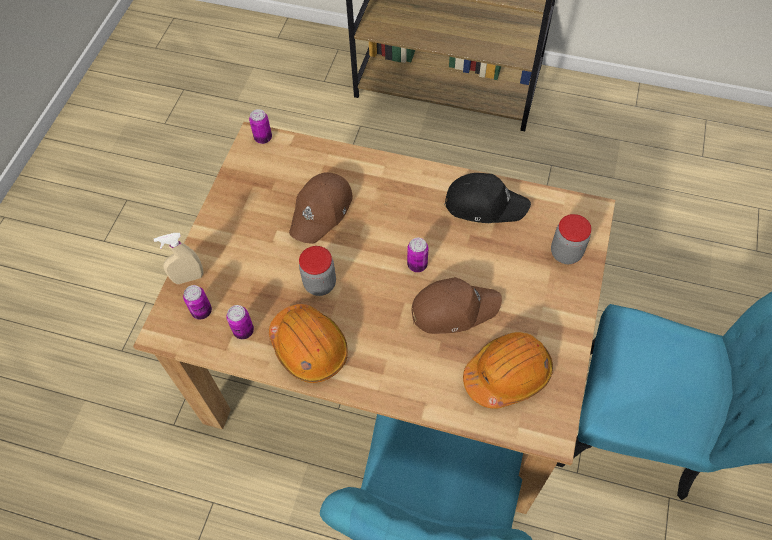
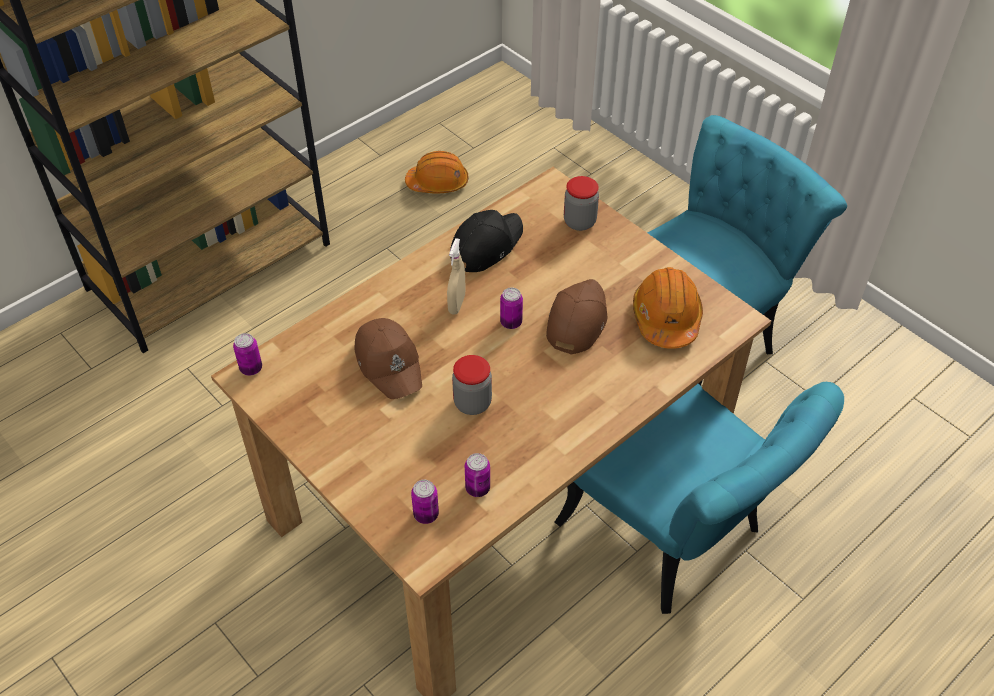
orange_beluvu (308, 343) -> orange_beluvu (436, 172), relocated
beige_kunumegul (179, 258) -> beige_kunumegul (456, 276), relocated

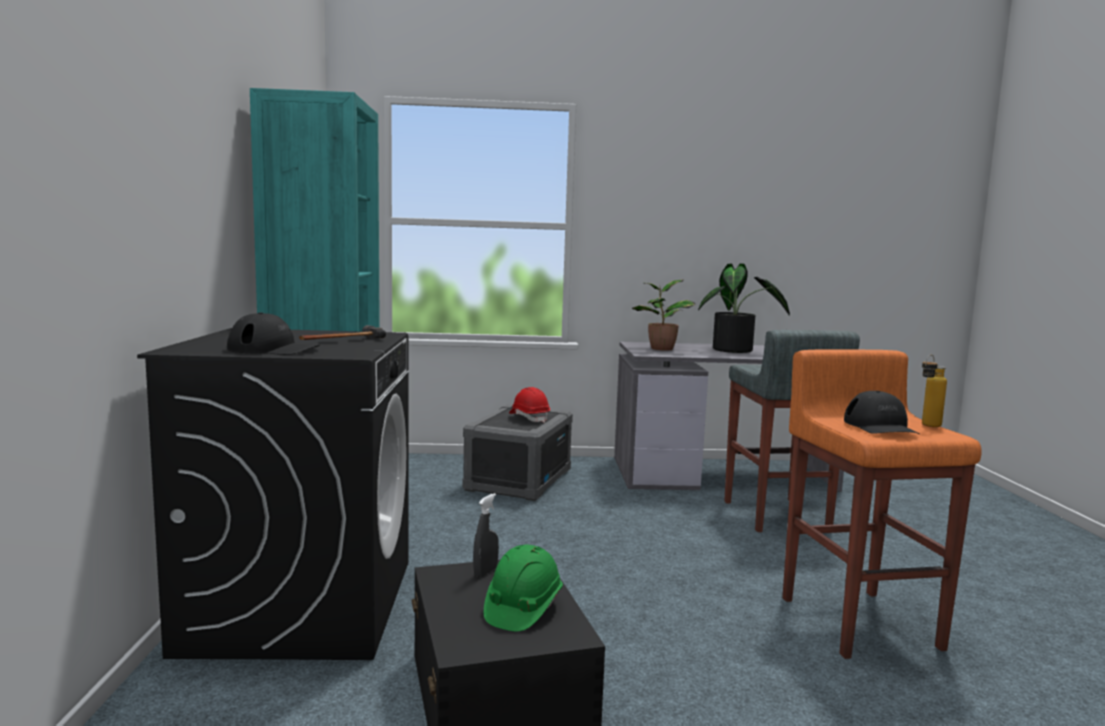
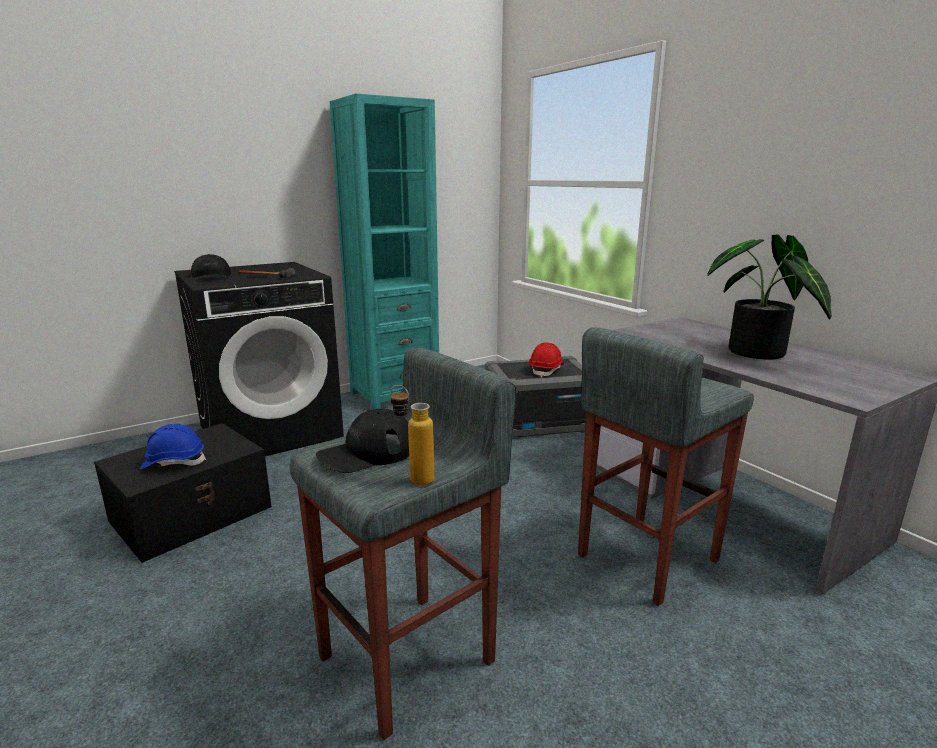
green_beluvu (523, 587) -> blue_beluvu (172, 447)
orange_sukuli (882, 504) -> grey_sukuli (403, 544)
grey_kunumegul (486, 535) -> none
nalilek (663, 315) -> none

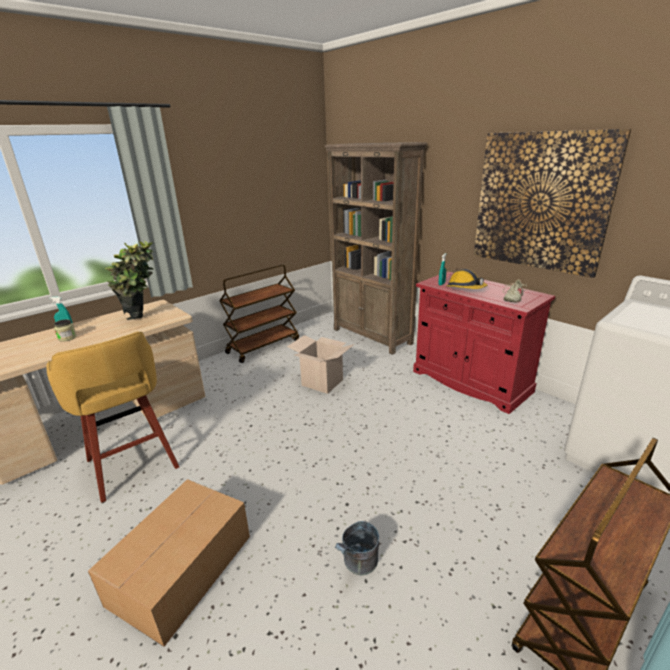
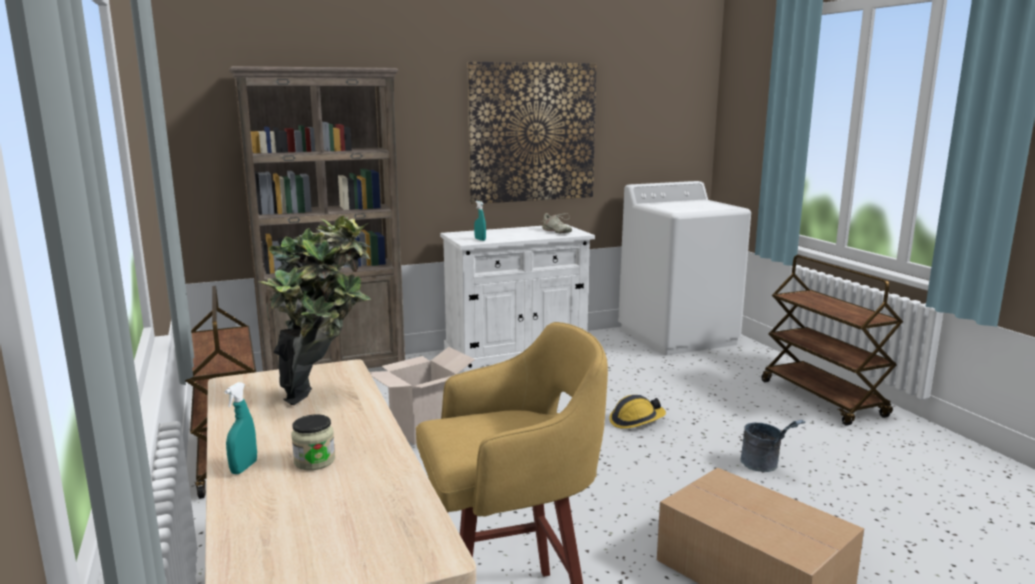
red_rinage (484, 343) -> white_rinage (517, 298)
beluvu (466, 279) -> beluvu (637, 412), relocated

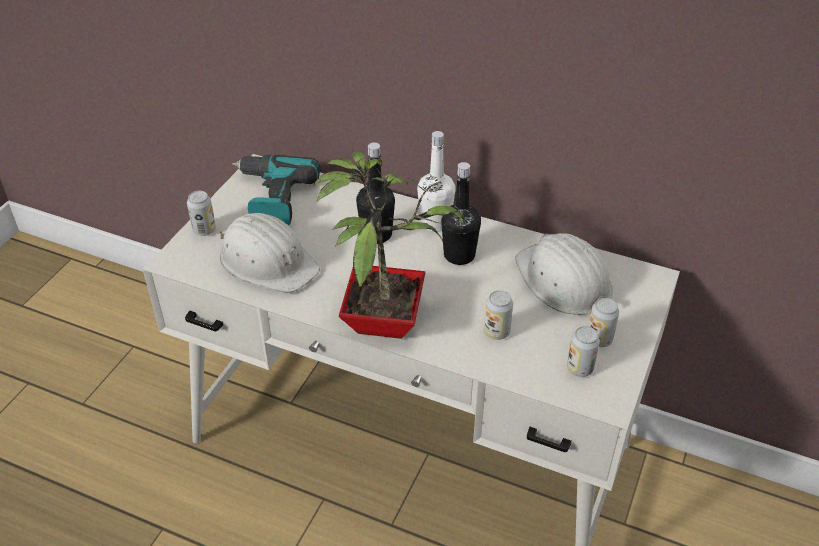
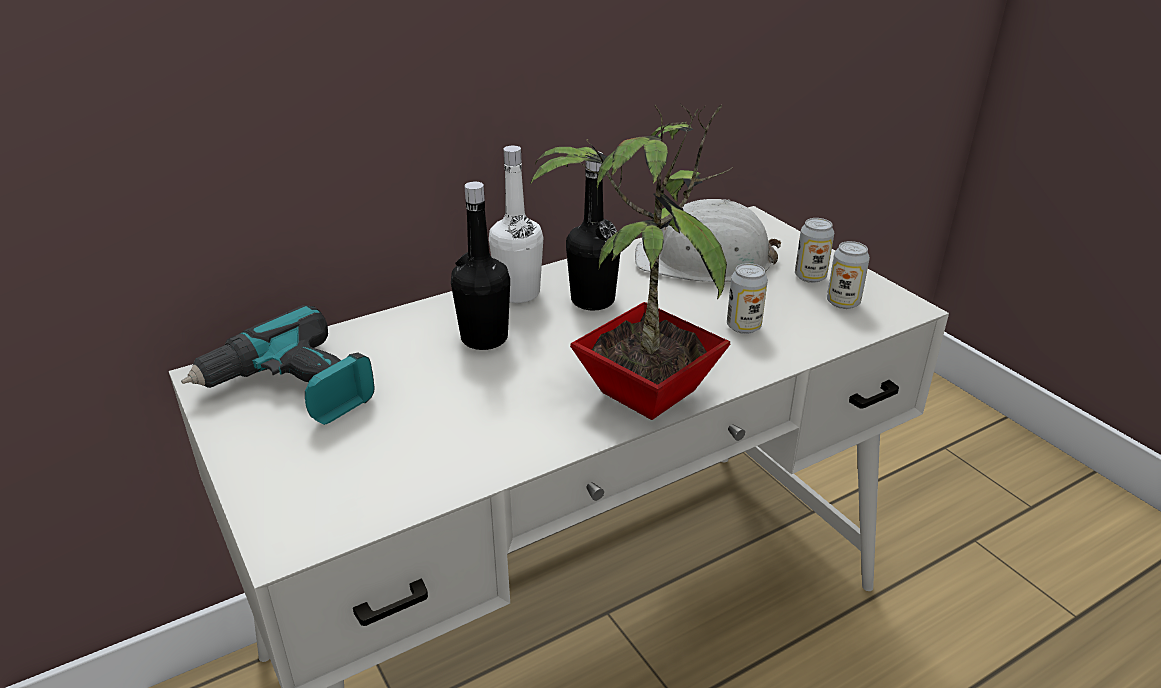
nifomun (201, 213) -> none
white_beluvu (270, 253) -> none

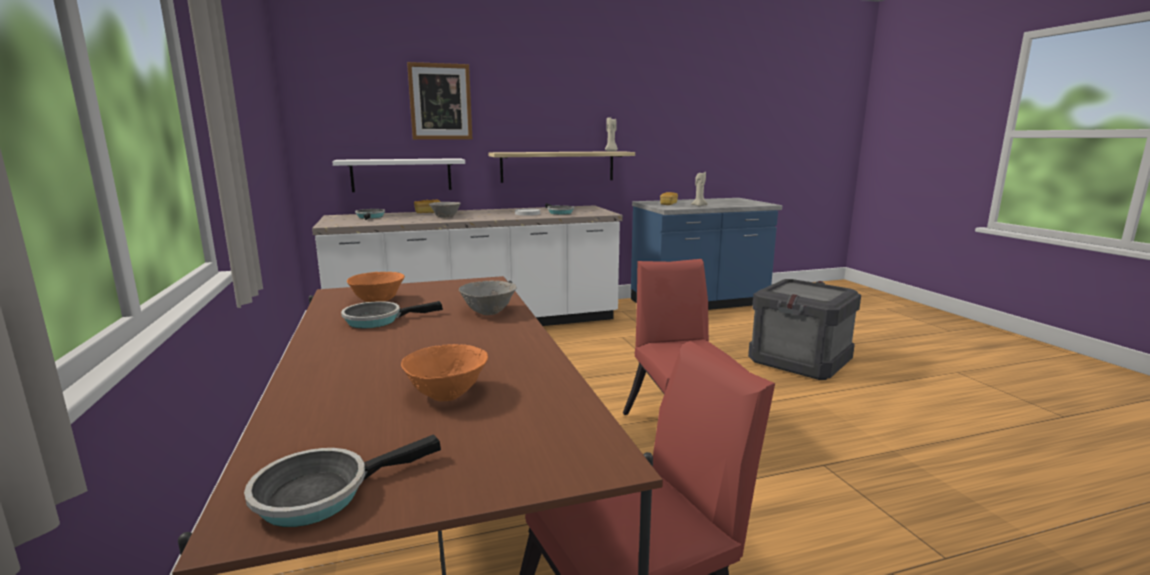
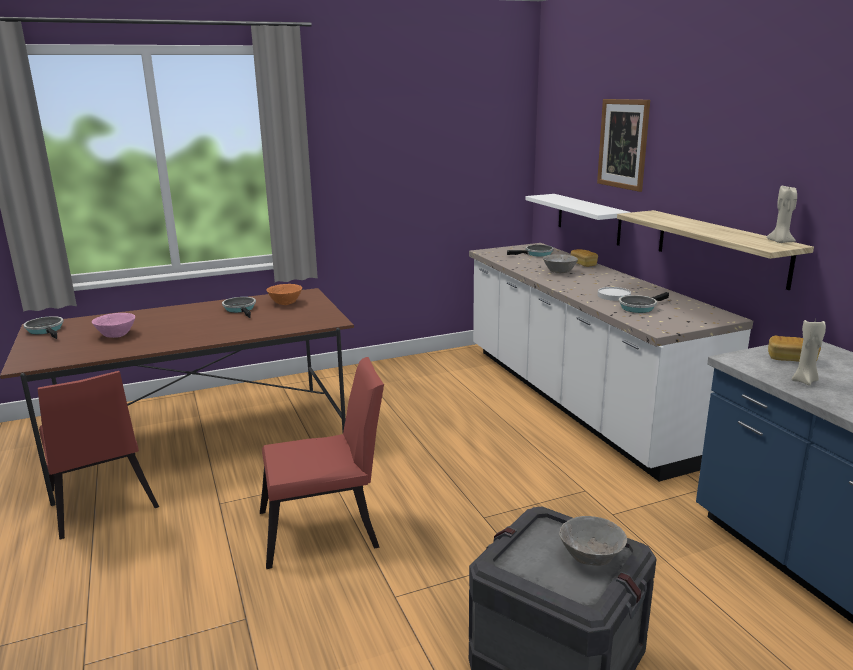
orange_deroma (444, 372) -> pink_deroma (113, 325)
grey_deroma (488, 298) -> grey_deroma (593, 541), relocated

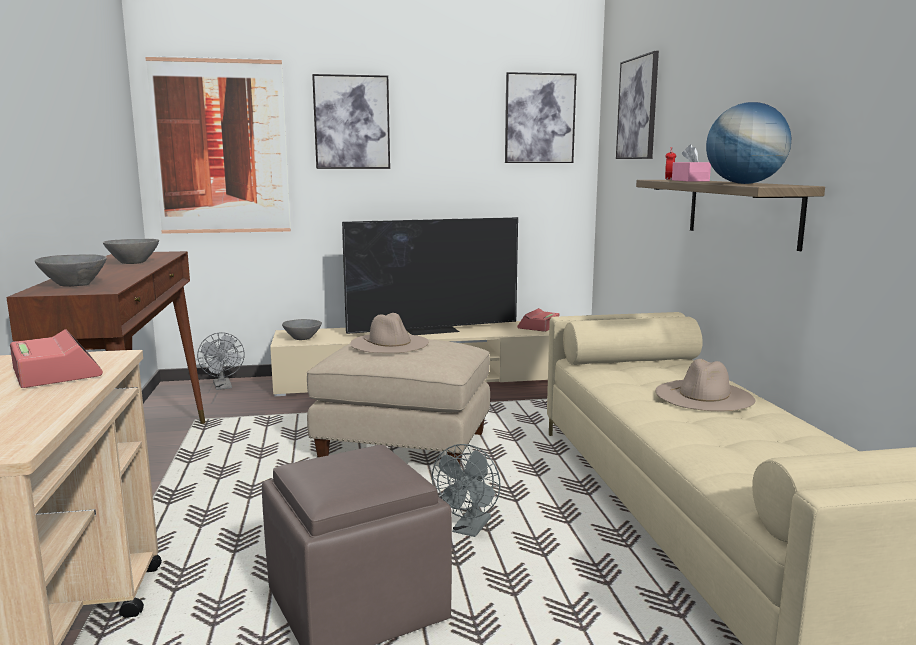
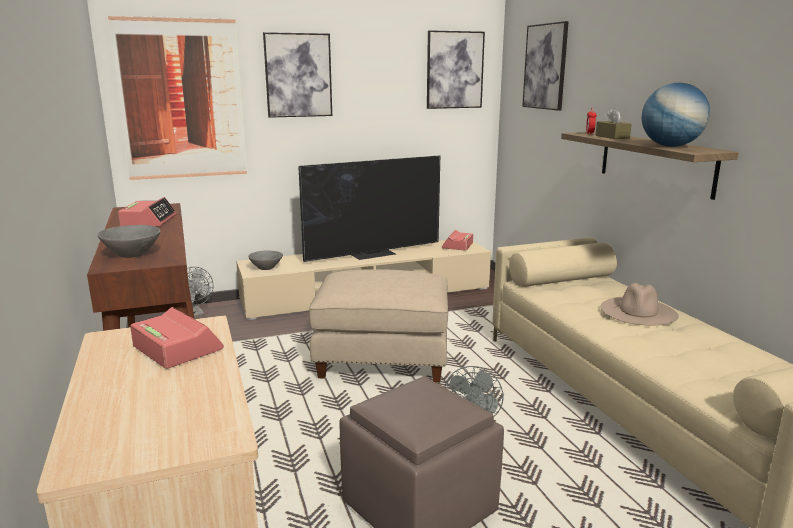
grey_deroma (131, 251) -> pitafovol (147, 212)
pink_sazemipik (691, 162) -> brown_sazemipik (614, 123)
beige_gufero (389, 333) -> none

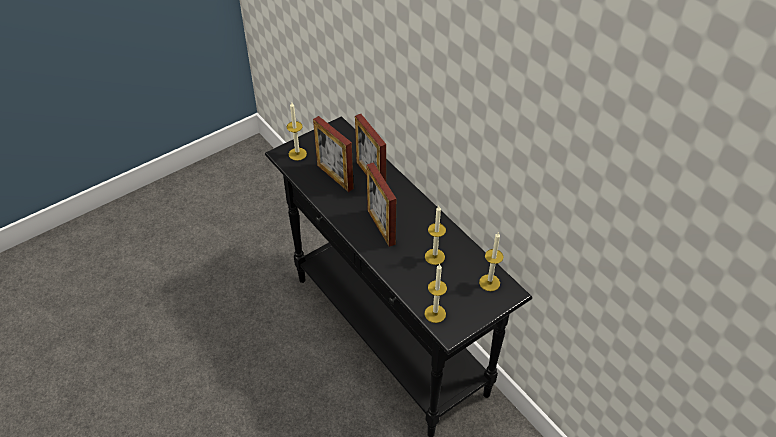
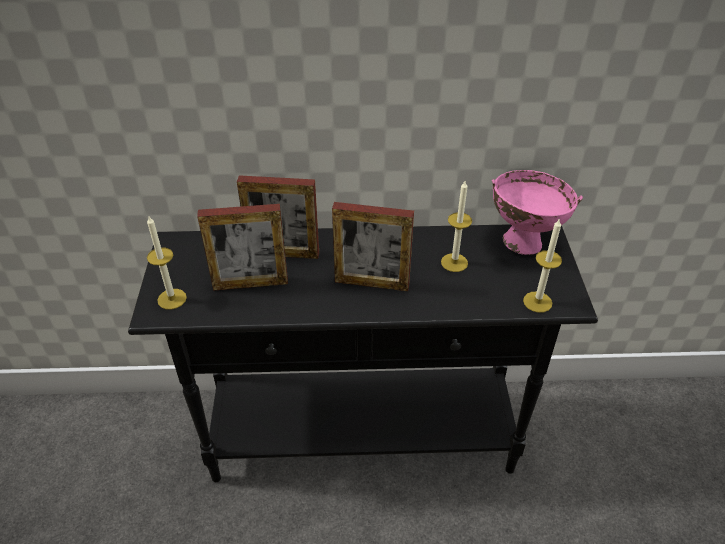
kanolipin (491, 262) -> pink_deroma (537, 212)

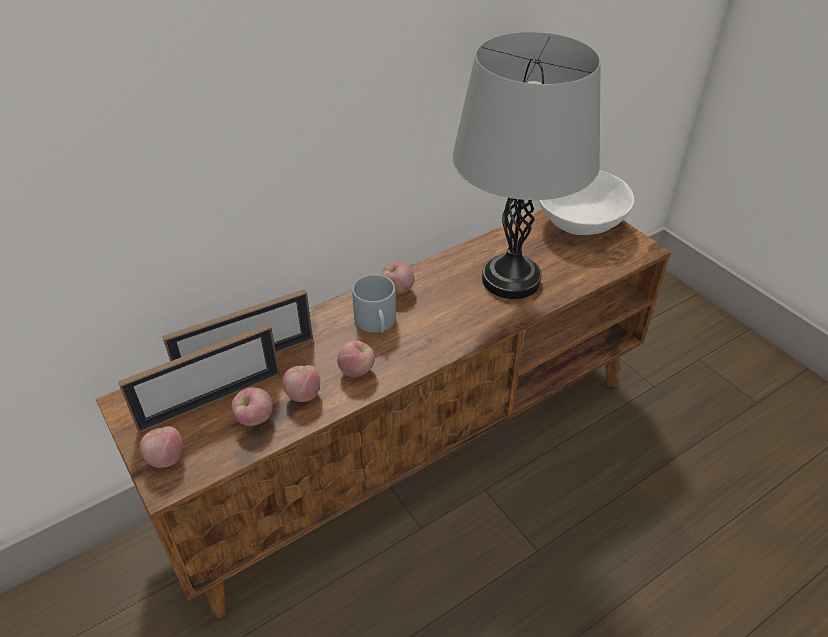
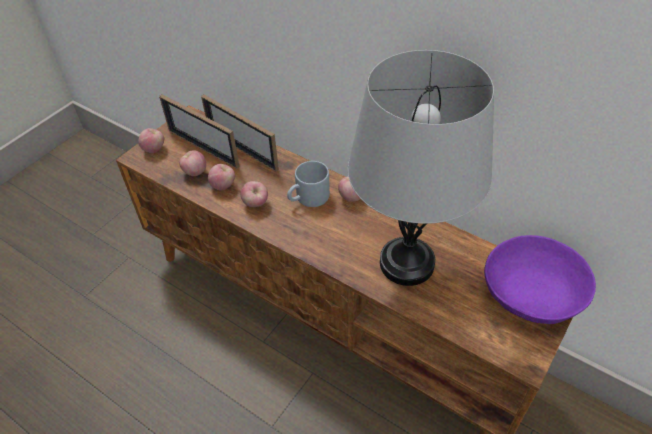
white_deroma (586, 202) -> purple_deroma (540, 279)

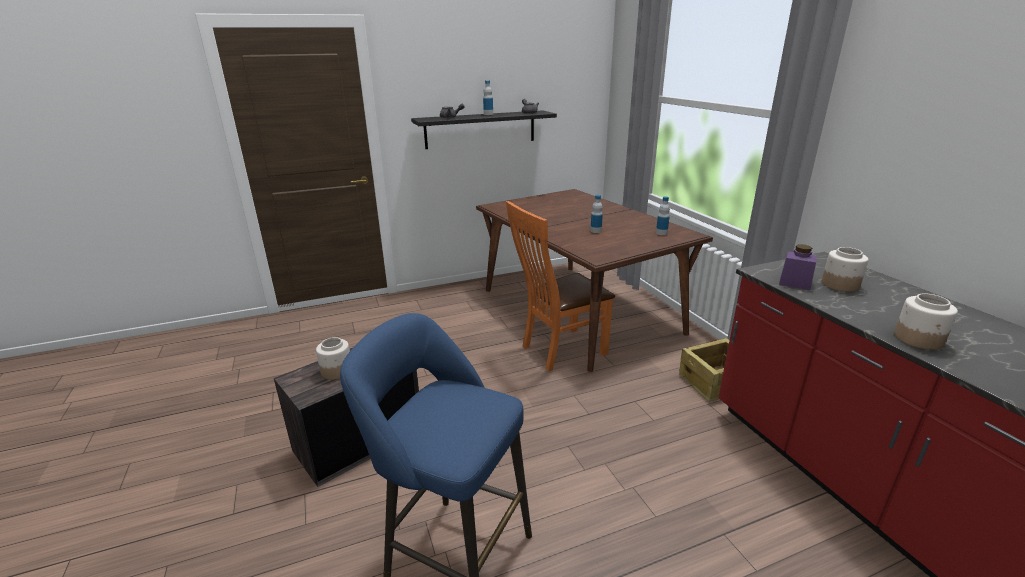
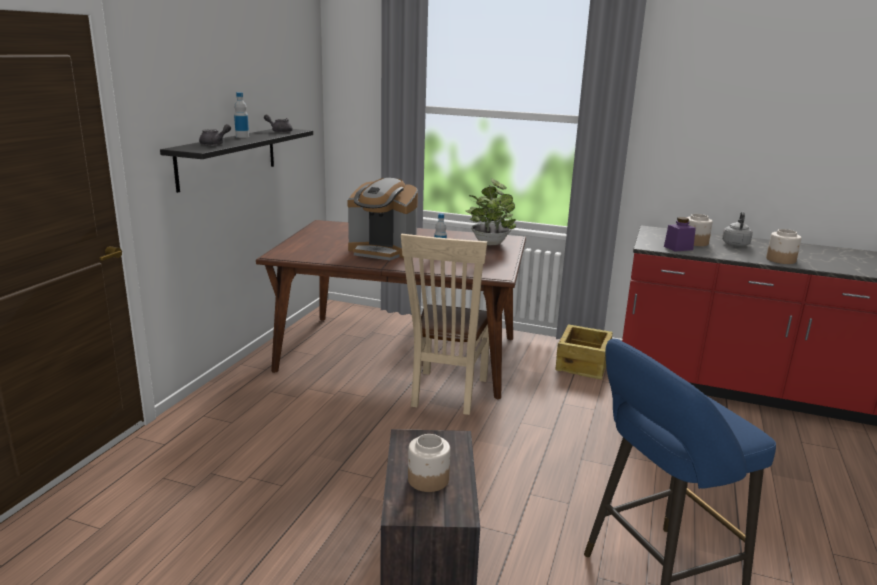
none -> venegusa (382, 219)
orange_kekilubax (560, 286) -> beige_kekilubax (445, 324)
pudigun (663, 215) -> nalilek (490, 211)
none -> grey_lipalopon (737, 229)

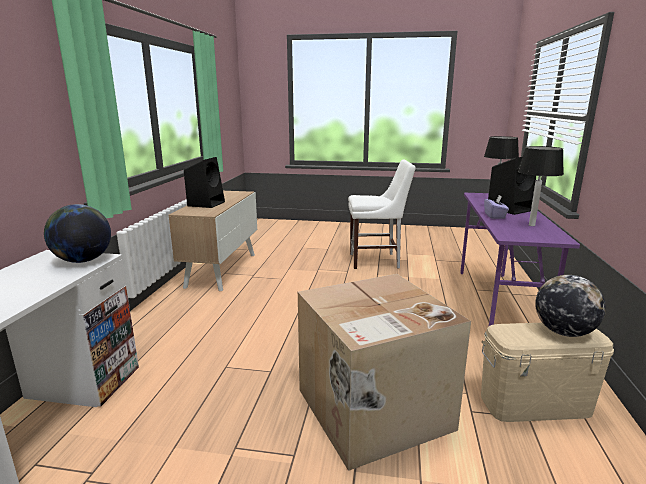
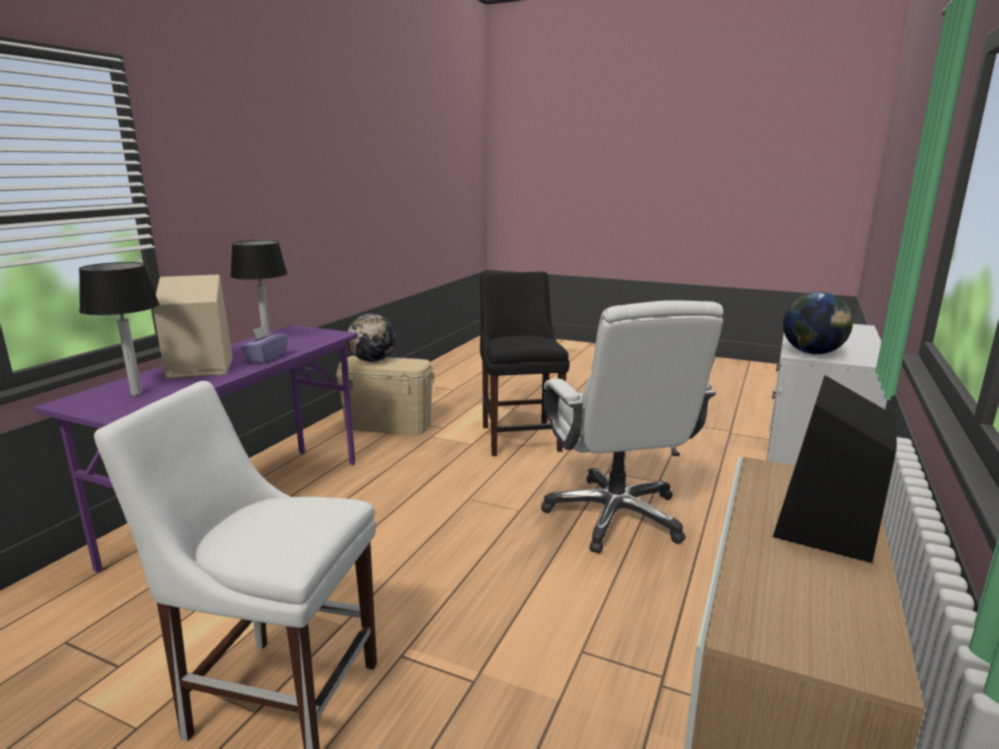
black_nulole (512, 186) -> beige_nulole (193, 327)
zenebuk (384, 372) -> black_kekilubax (525, 363)
none -> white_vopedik (632, 426)

